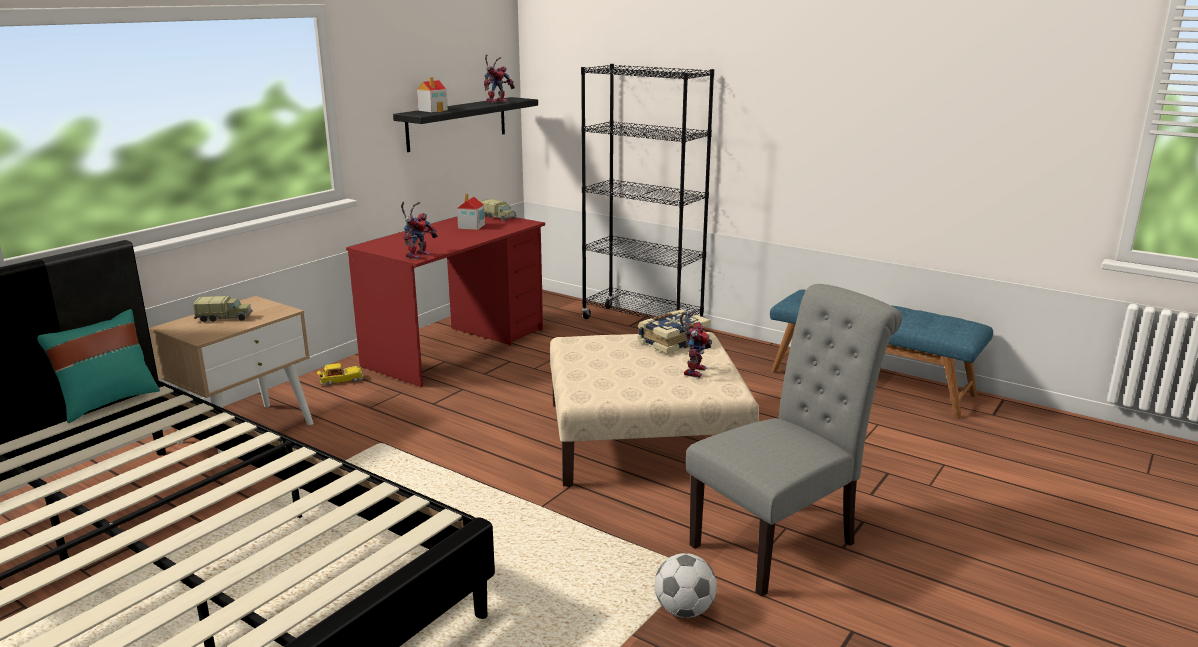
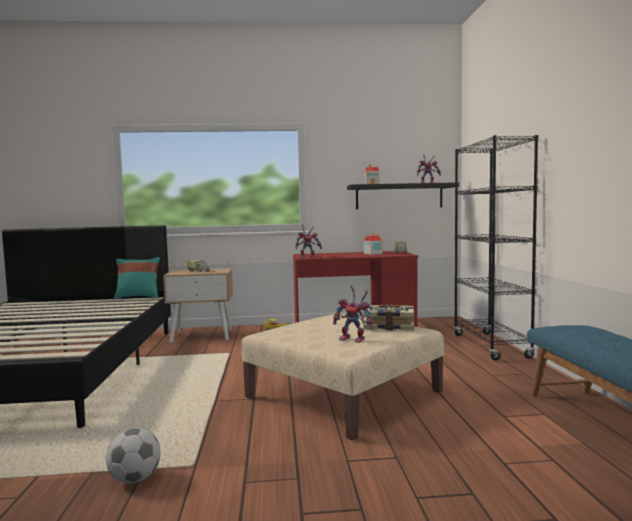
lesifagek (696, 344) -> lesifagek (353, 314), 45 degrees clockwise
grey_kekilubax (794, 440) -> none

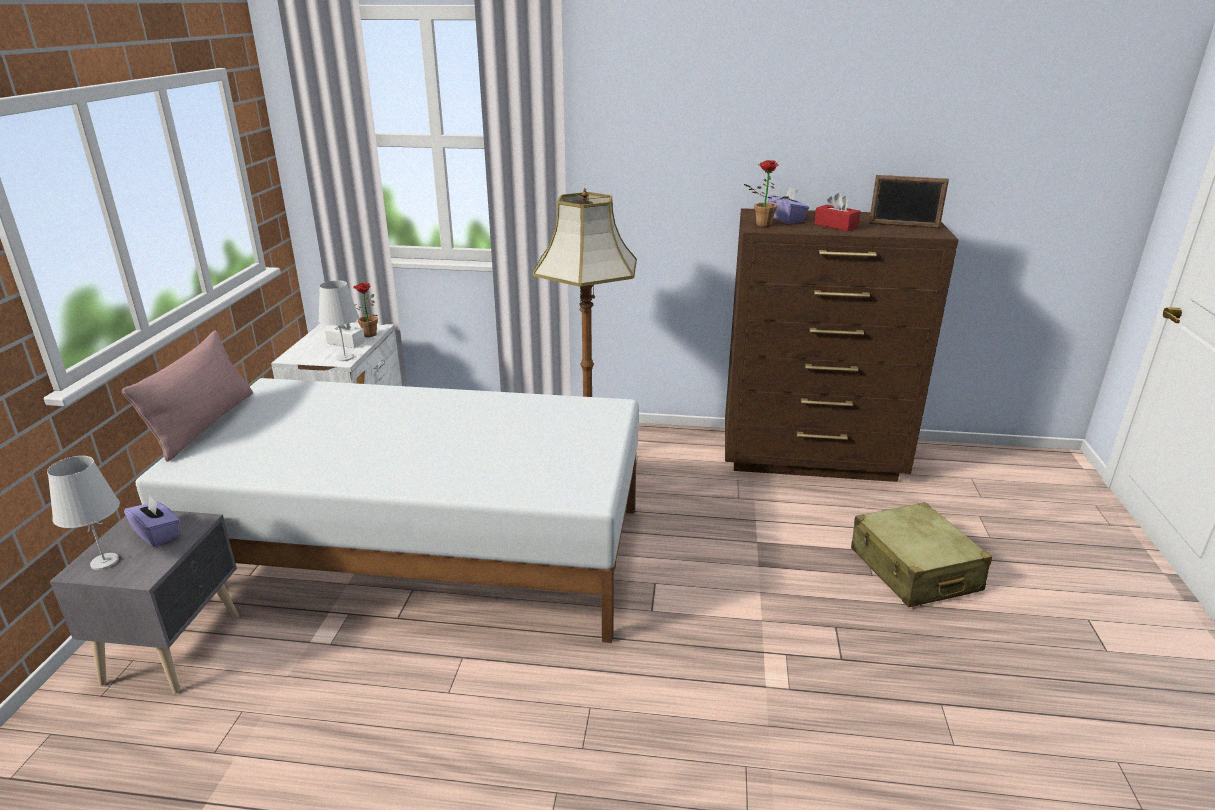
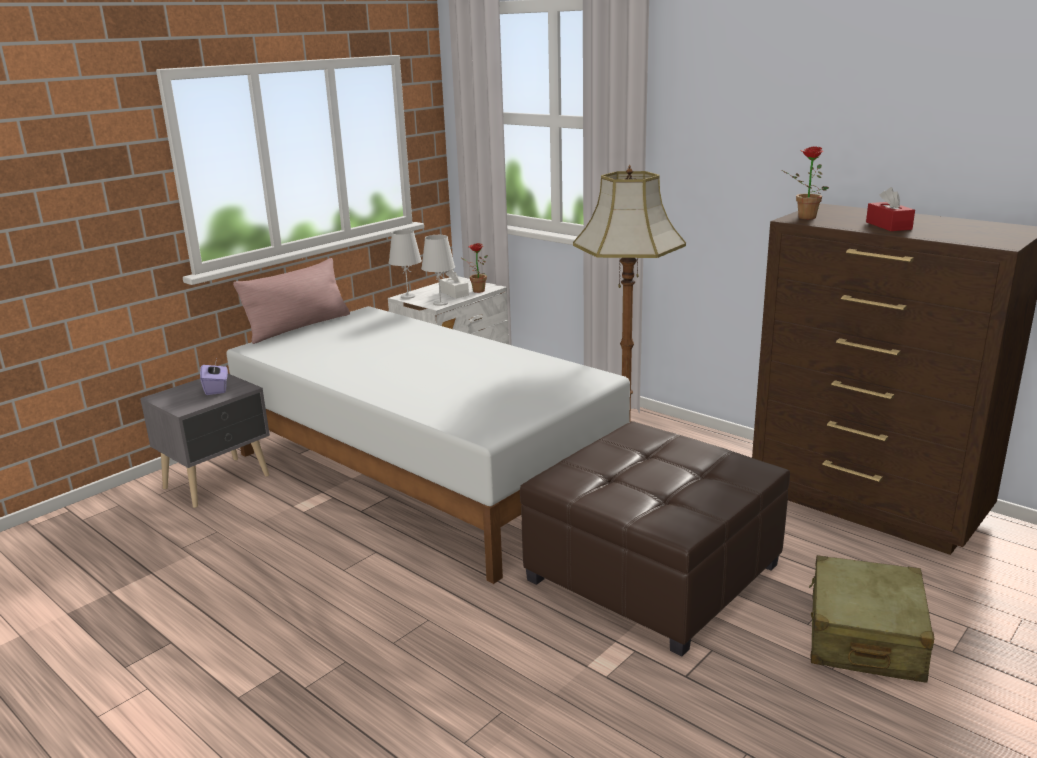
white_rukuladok (83, 513) -> white_rukuladok (405, 264), relocated
none -> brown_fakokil (655, 538)
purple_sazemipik (788, 205) -> none
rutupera (909, 202) -> none

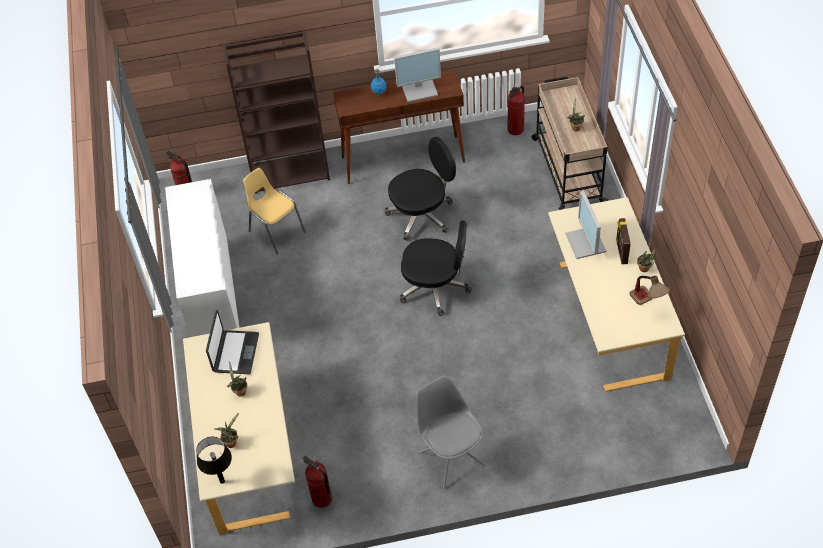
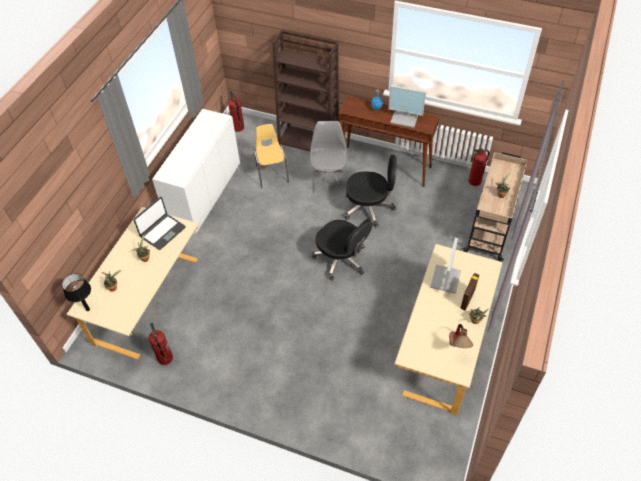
grey_kekilubax (450, 432) -> grey_kekilubax (328, 157), relocated

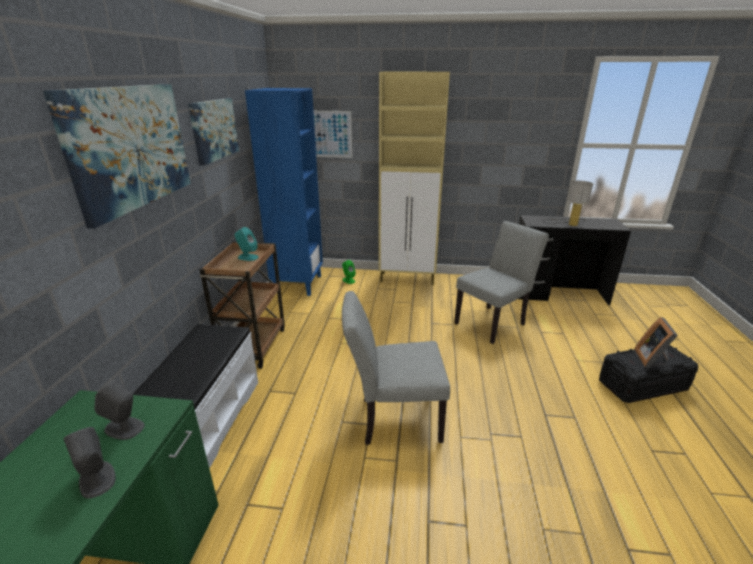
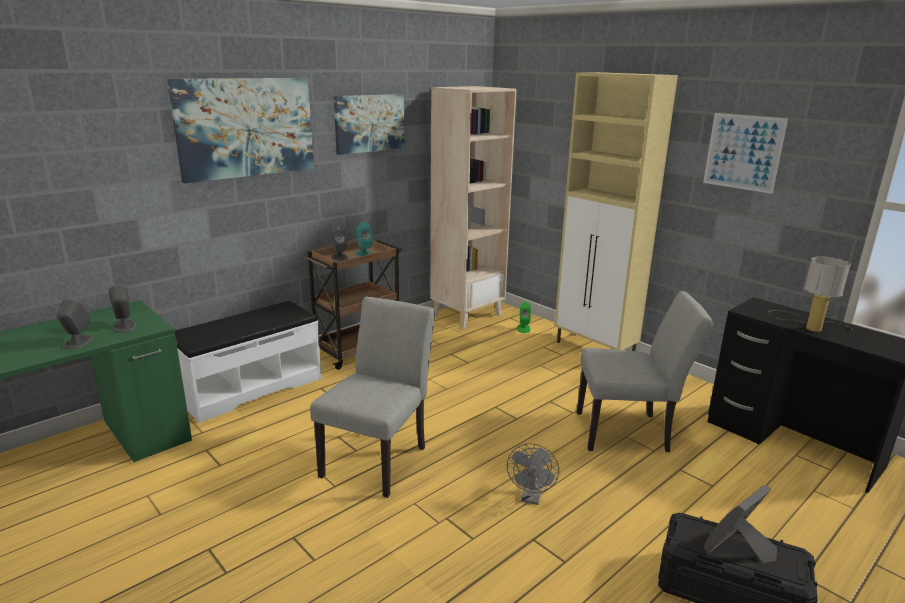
grey_kekilubax (396, 368) -> grey_kekilubax (372, 397), 75 degrees clockwise
none -> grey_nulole (339, 243)
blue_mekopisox (284, 192) -> beige_mekopisox (473, 207)
none -> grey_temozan (533, 474)
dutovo (333, 134) -> dutovo (745, 153), relocated

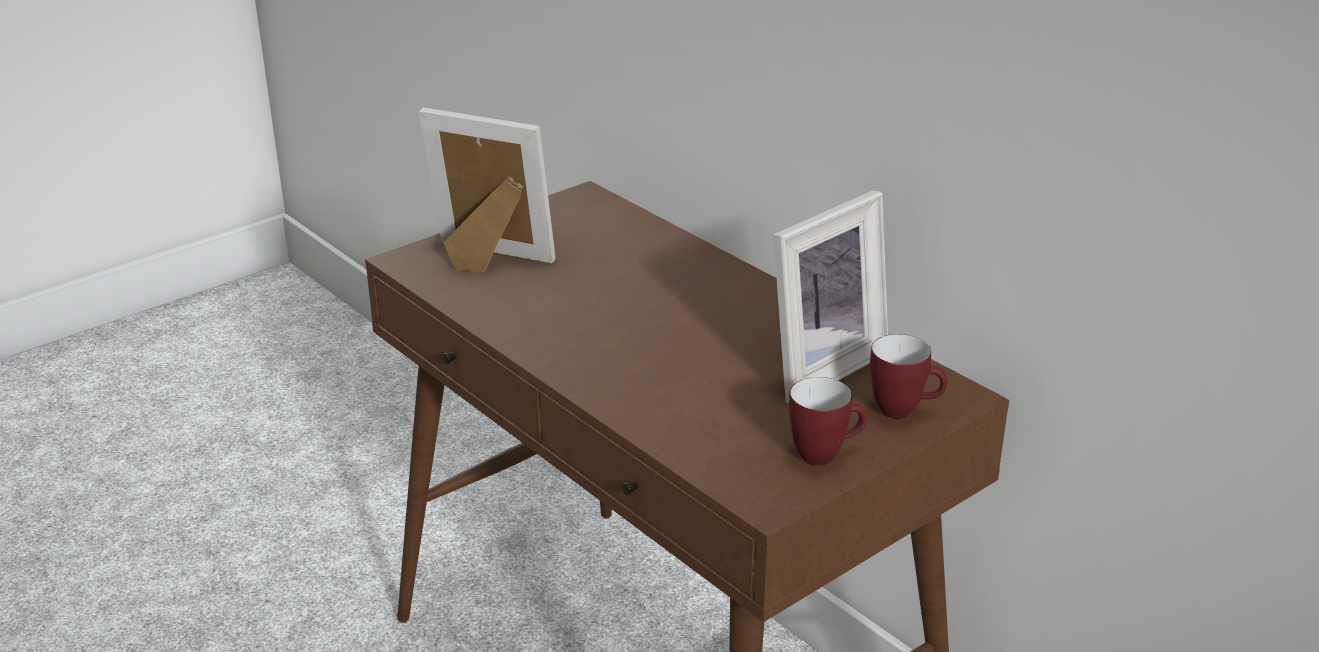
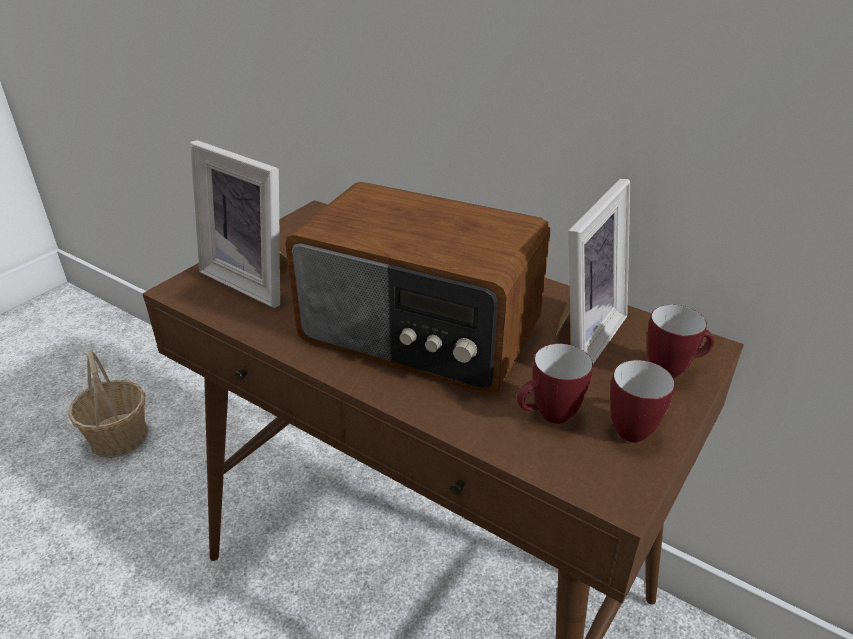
none -> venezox (108, 404)
rutupera (487, 189) -> rutupera (239, 224), 150 degrees counterclockwise
none -> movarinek (418, 288)
none -> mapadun (555, 384)

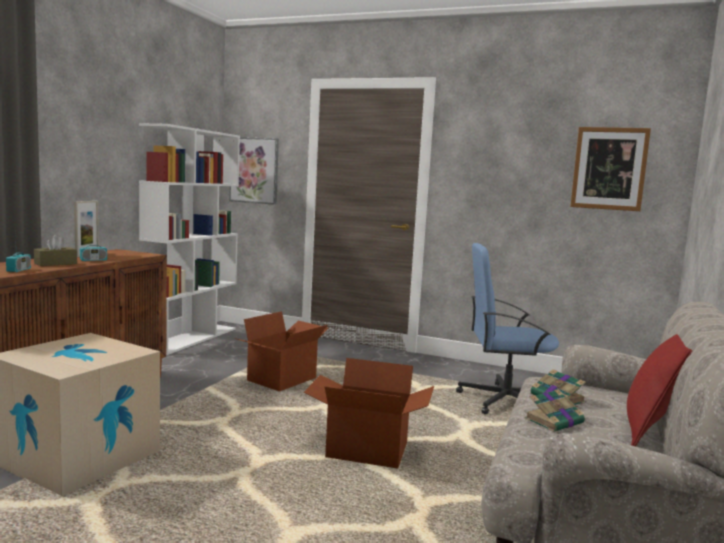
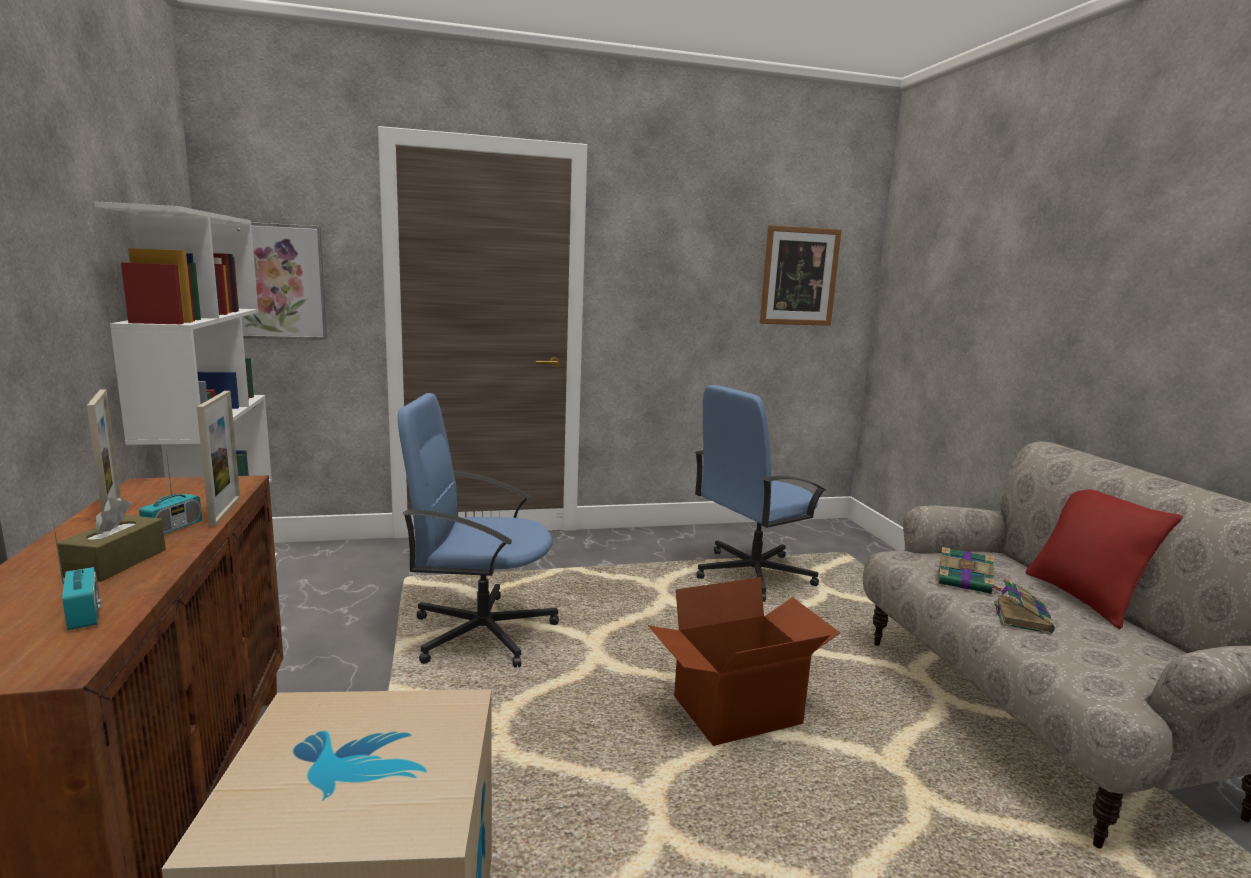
none -> rutupera (218, 458)
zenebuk (281, 351) -> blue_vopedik (478, 530)

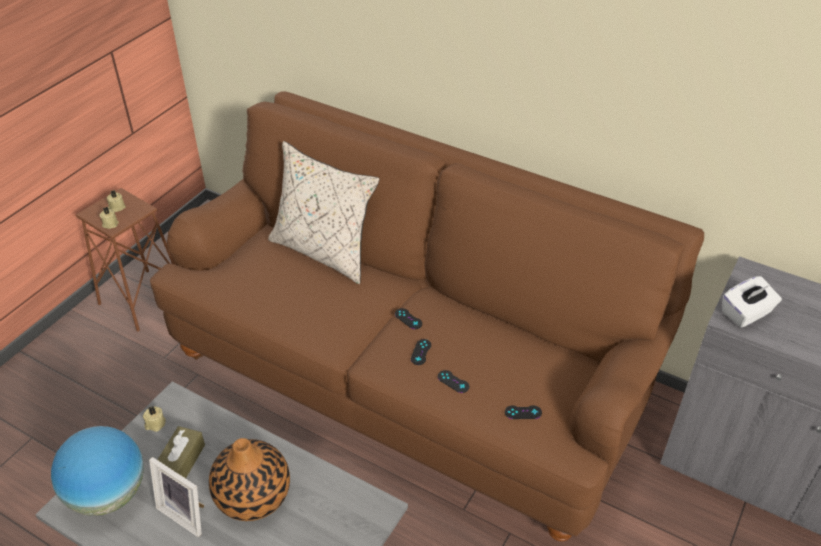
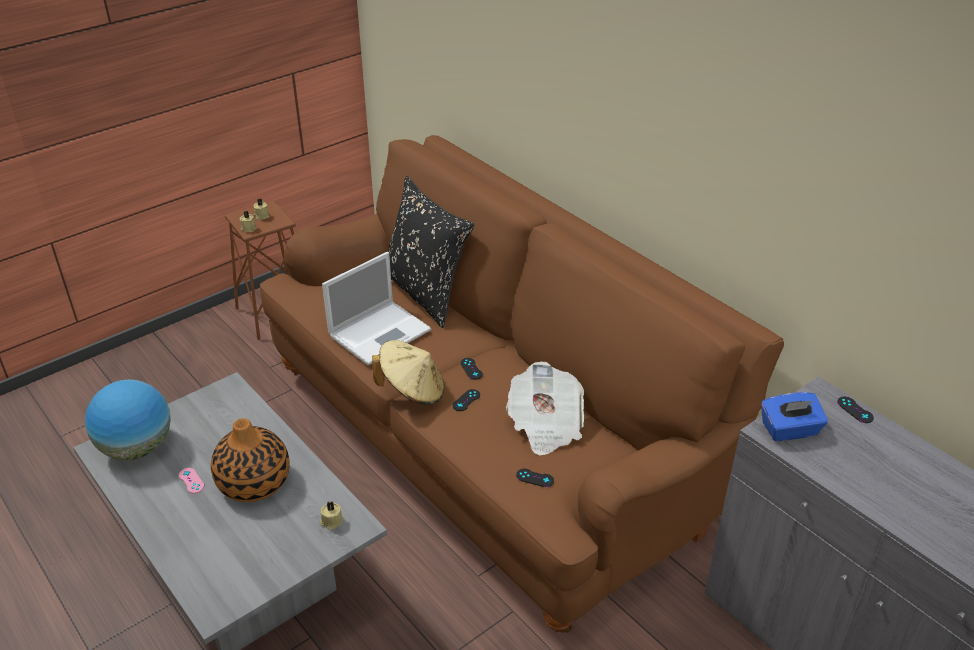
rutupera (176, 497) -> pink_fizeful (191, 481)
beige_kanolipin (154, 419) -> beige_kanolipin (331, 515), relocated
none -> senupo (376, 308)
none -> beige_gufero (408, 372)
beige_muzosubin (324, 212) -> black_muzosubin (431, 252)
none -> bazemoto (545, 409)
white_sazemipik (752, 302) -> blue_sazemipik (794, 417)
black_fizeful (453, 381) -> black_fizeful (855, 410), relocated
brown_sazemipik (181, 452) -> none

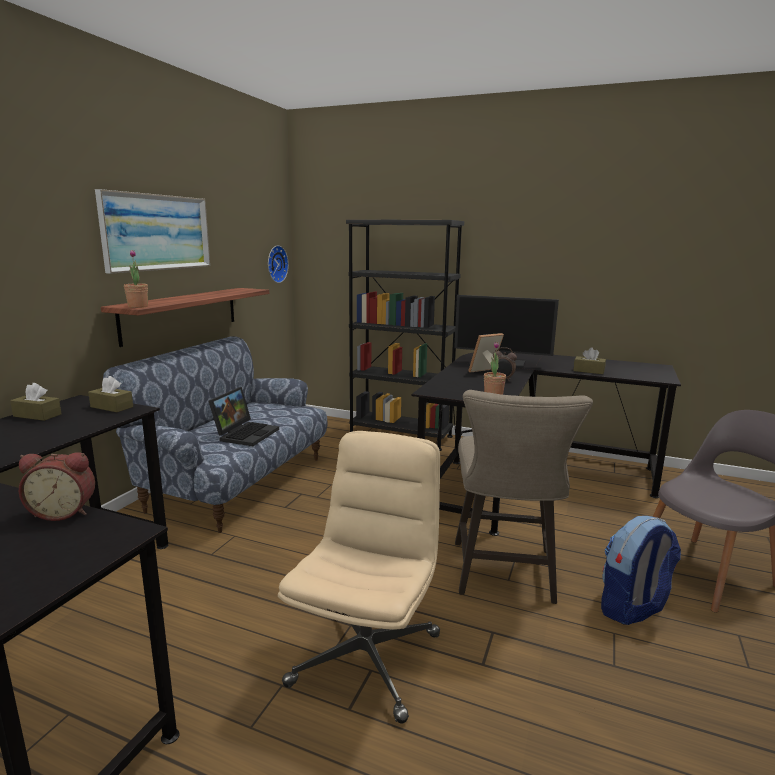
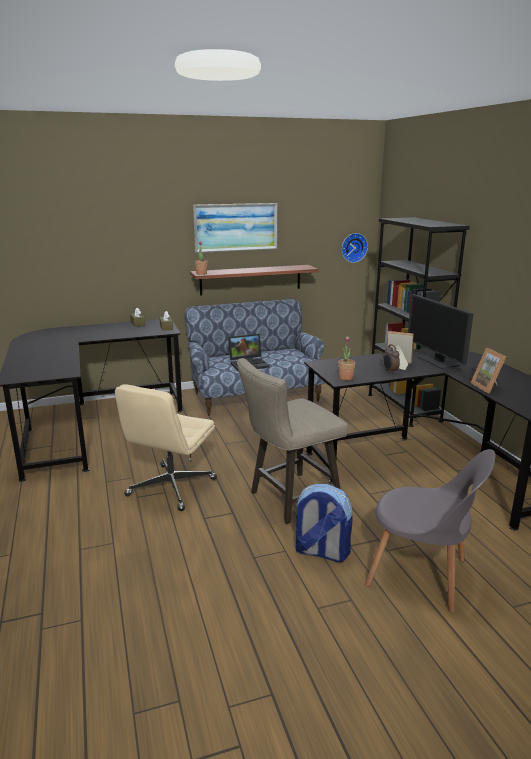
beige_vopedik (359, 577) -> beige_vopedik (166, 447), 135 degrees clockwise
brown_sazemipik (589, 360) -> rutupera (488, 370)
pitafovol (57, 486) -> none

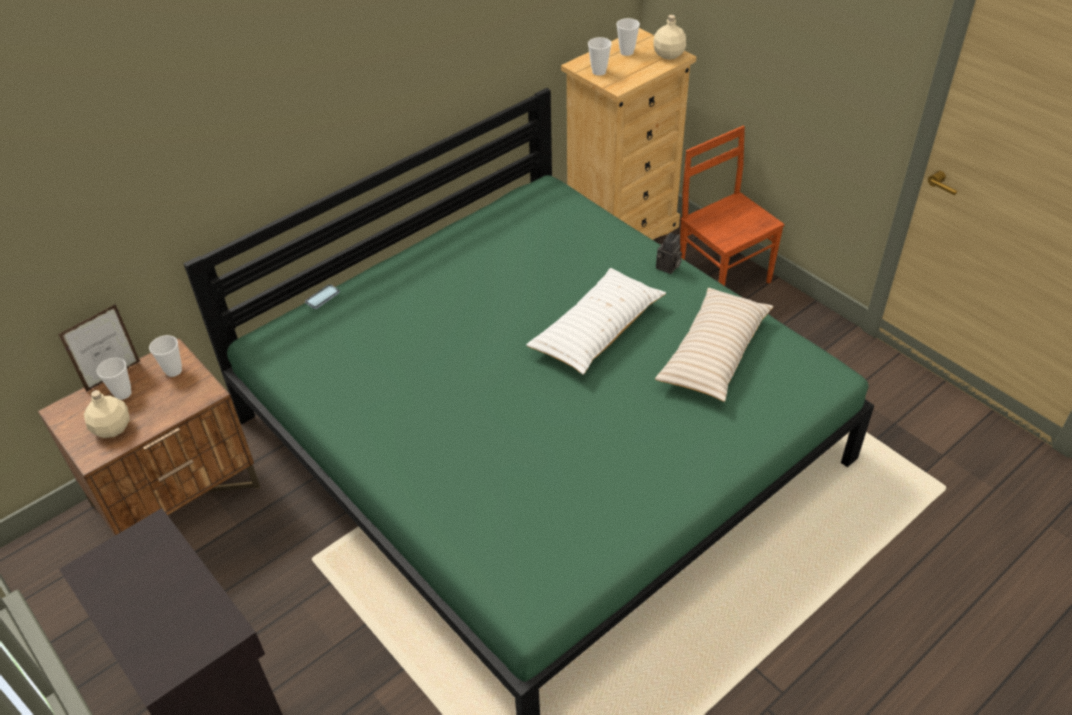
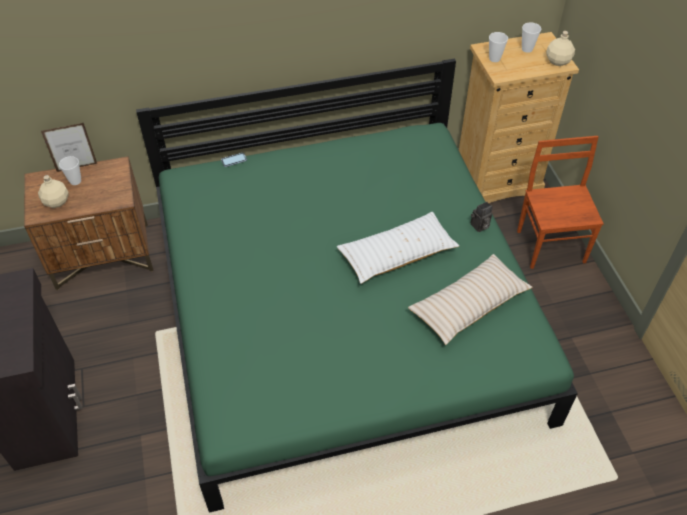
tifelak (165, 356) -> none

